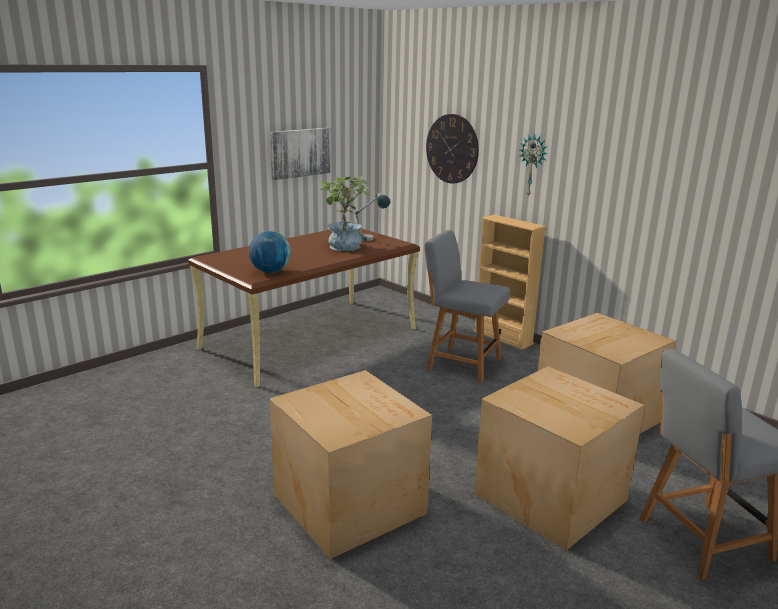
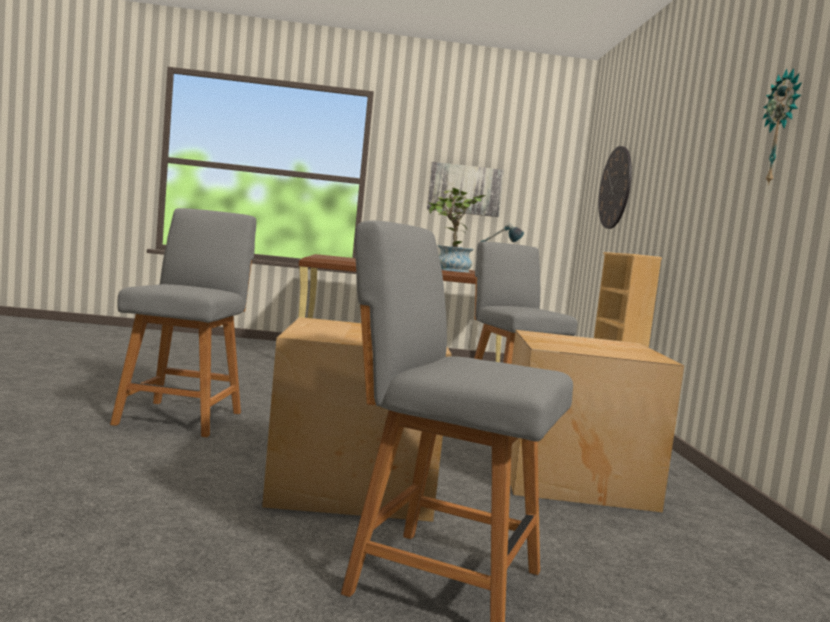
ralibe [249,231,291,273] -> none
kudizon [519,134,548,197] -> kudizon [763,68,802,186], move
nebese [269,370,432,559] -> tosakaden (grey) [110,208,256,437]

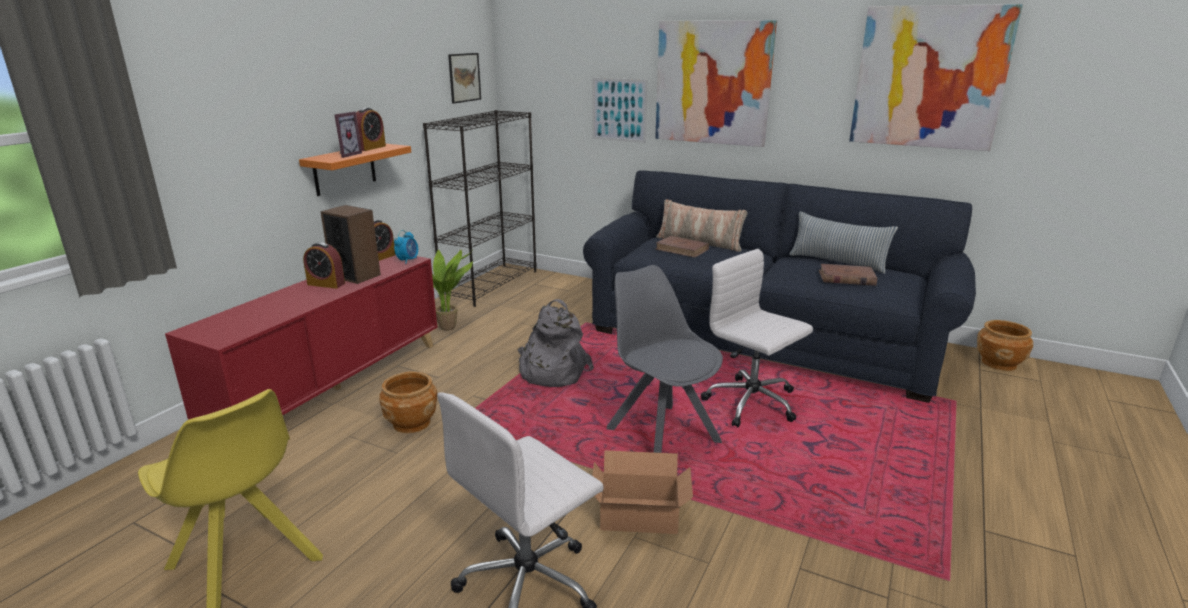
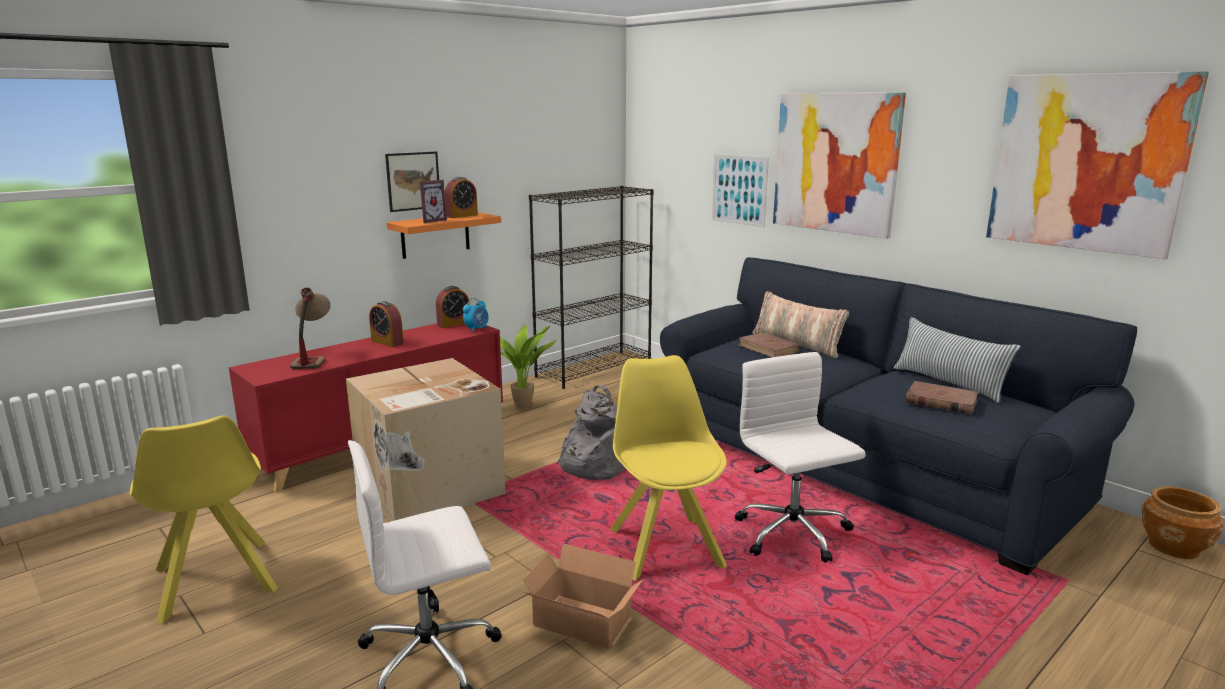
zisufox [320,205,381,284] -> none
none -> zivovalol [290,287,330,369]
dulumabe [448,53,481,104] -> dulumabe [385,152,439,212], move
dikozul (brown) [379,371,437,433] -> nebese [346,358,505,522]
tosakaden (grey) [607,265,723,453] -> tosakaden (yellow) [610,355,727,581]

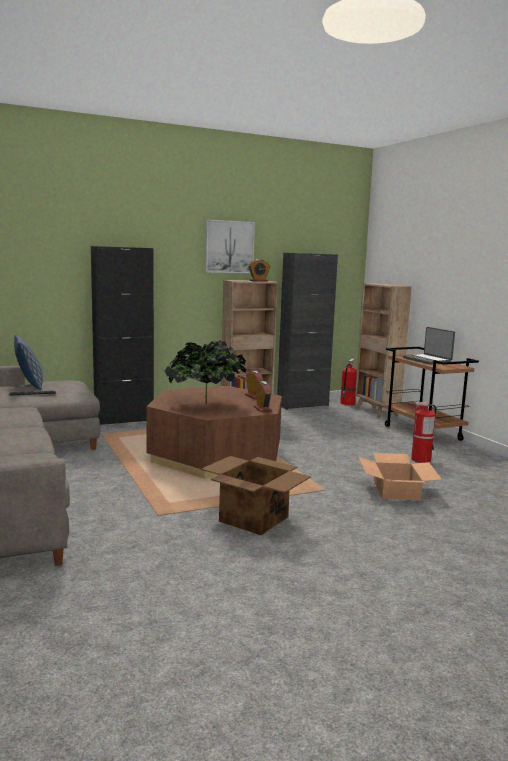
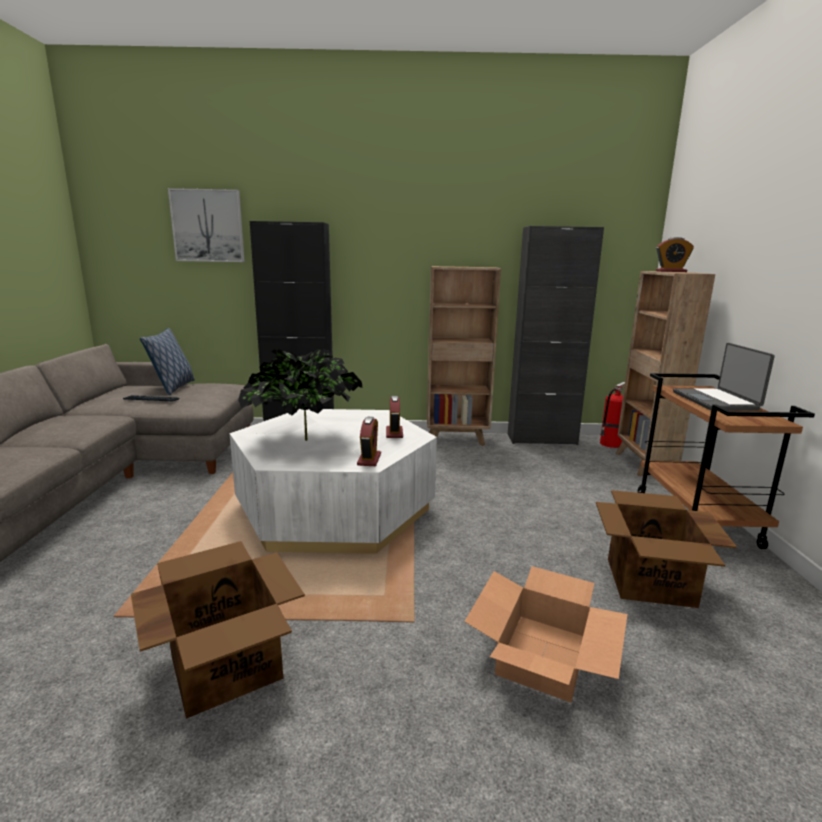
dulumabe [205,219,255,273] -> dulumabe [168,188,245,262], move
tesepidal [248,259,270,282] -> tesepidal [656,237,694,272], move
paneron [411,401,436,463] -> nebese [596,490,737,608]
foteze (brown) [146,386,282,478] -> foteze (white) [230,409,437,554]

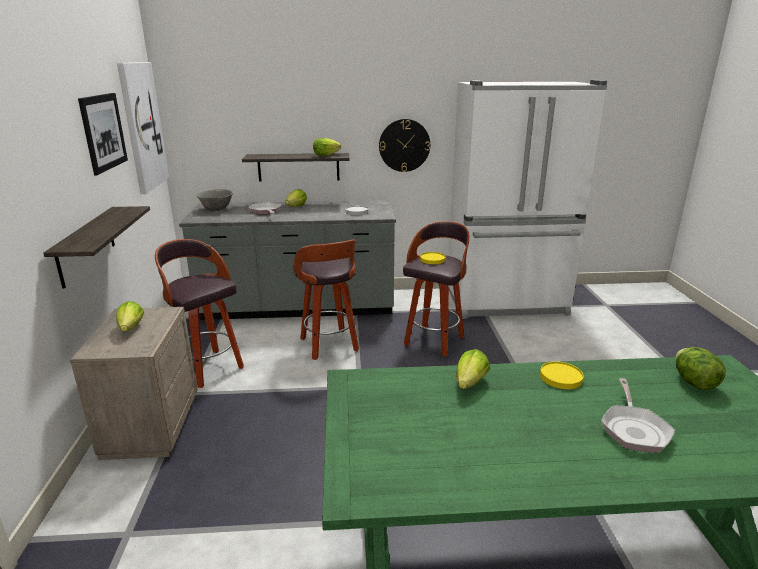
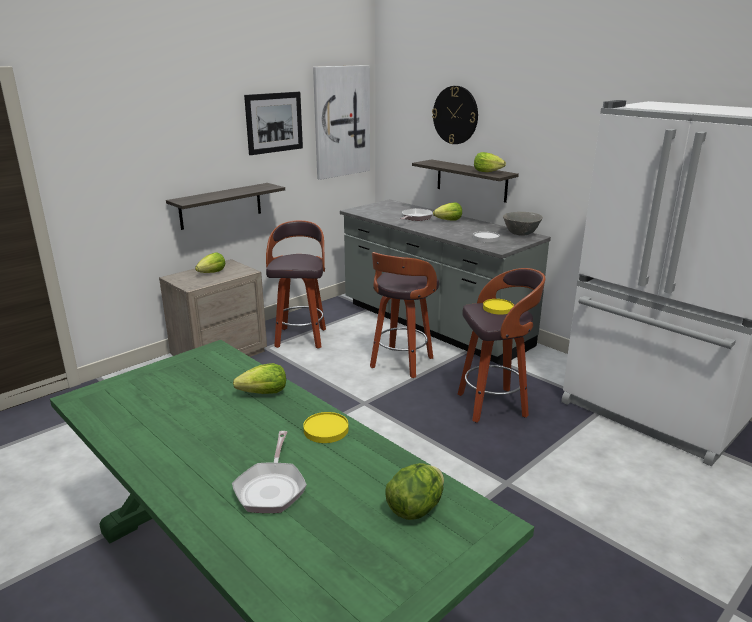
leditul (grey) [197,189,233,211] -> leditul (grey) [503,212,543,236], move
kudizon [379,119,430,172] -> kudizon [432,86,478,144], move
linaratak [601,378,675,453] -> linaratak [232,431,307,513], 60 degrees counterclockwise

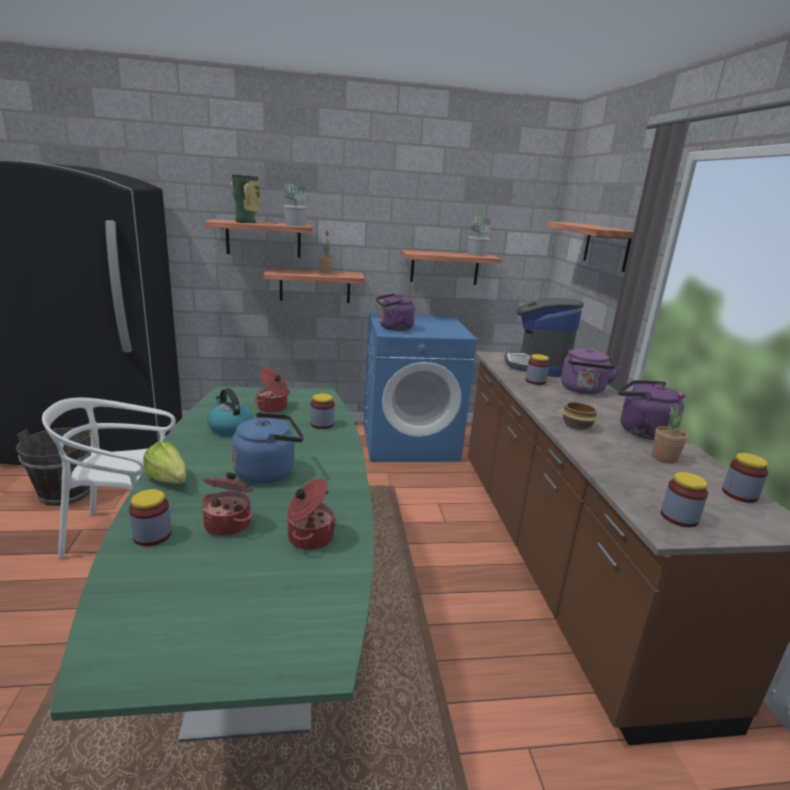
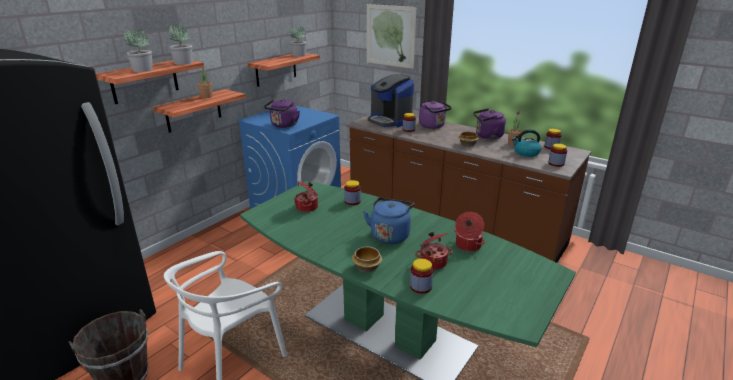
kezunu [207,388,253,436] -> kezunu [512,129,541,157], move
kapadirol [143,441,186,484] -> leditul [352,246,382,273]
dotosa [230,175,261,223] -> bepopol [124,27,153,72]
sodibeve [547,221,634,272] -> dulumabe [367,4,416,69]

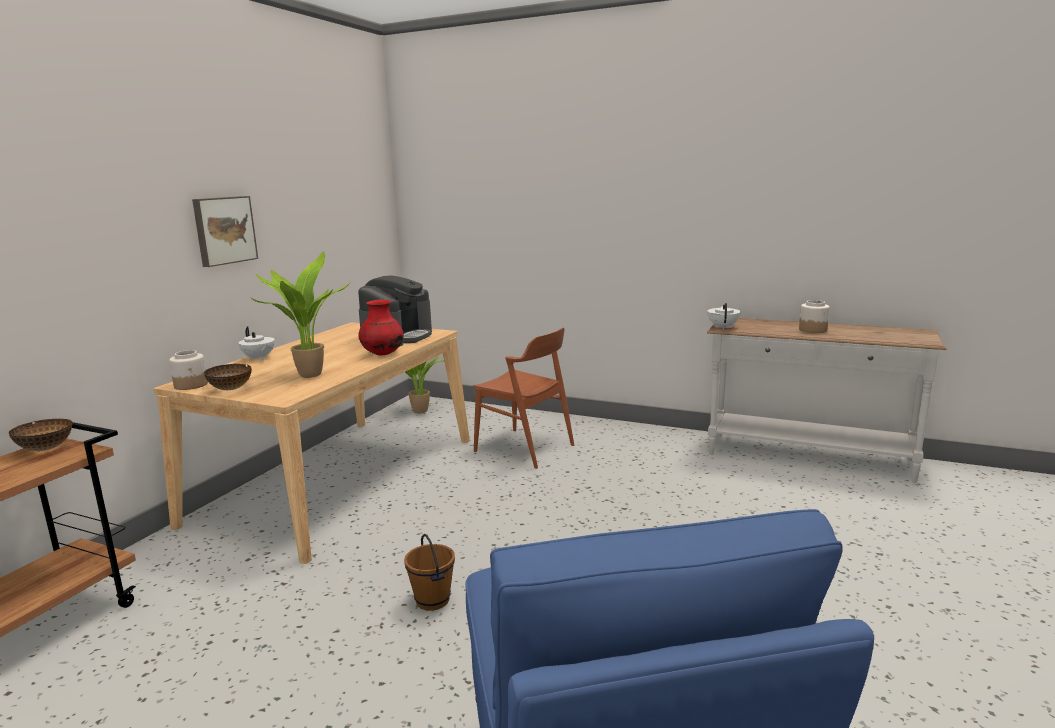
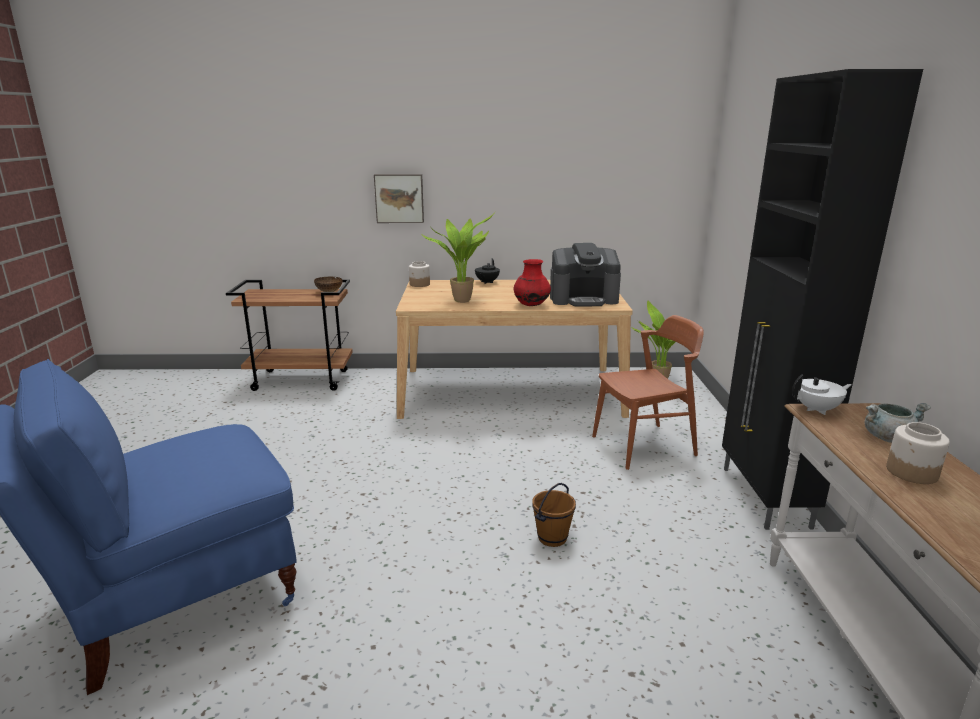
leditul [204,364,252,390] -> none
none -> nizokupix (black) [722,69,923,530]
none -> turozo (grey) [865,403,931,443]
dulumabe [192,196,258,267] -> dulumabe [374,174,424,223], move
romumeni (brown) [404,534,455,611] -> romumeni (brown) [532,483,576,547], move
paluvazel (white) [238,327,275,360] -> paluvazel (black) [475,258,500,284]
tosakaden (brown) [473,328,574,469] -> tosakaden (brown) [592,315,704,470], 120 degrees counterclockwise

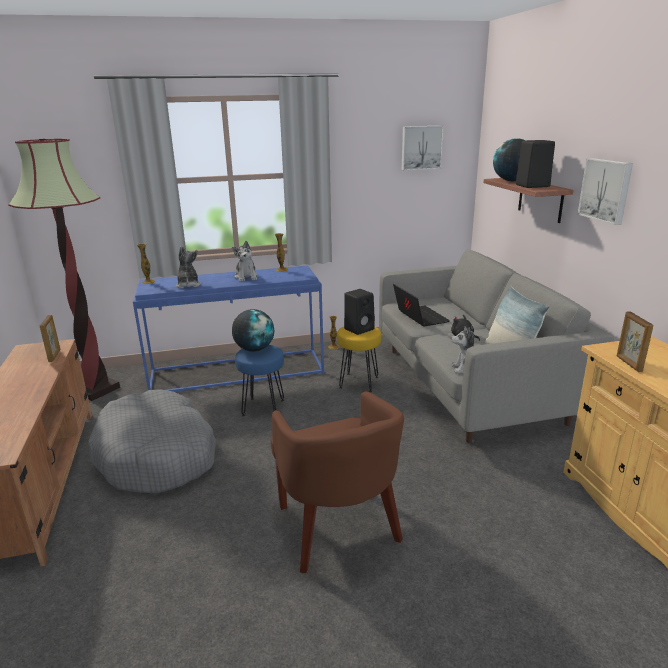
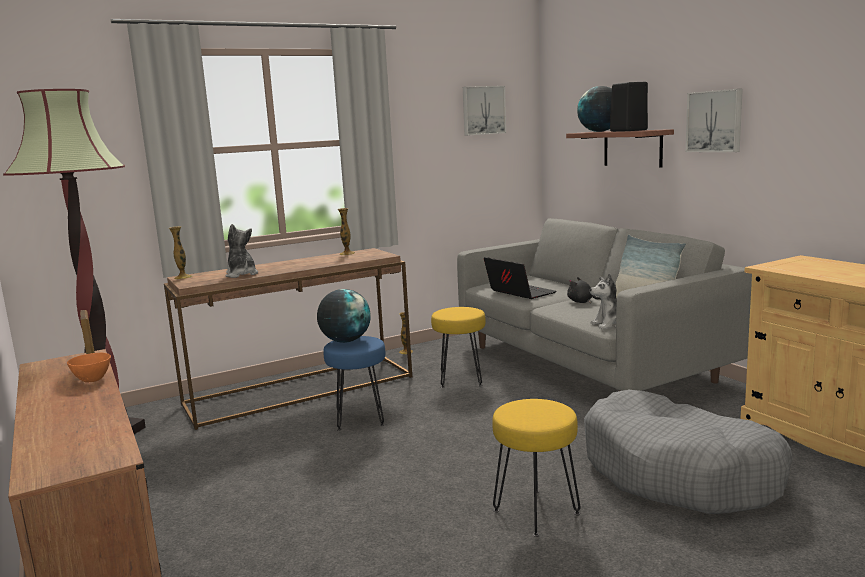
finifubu [232,241,258,282] -> none
zisufox (black) [344,289,375,335] -> none
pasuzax [617,311,653,372] -> none
none -> leditul (orange) [67,353,111,383]
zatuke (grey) [88,389,216,493] -> zatuke (grey) [584,390,793,514], move
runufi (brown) [271,391,404,573] -> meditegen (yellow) [492,399,580,537]
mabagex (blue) [133,265,324,392] -> mabagex (brown) [164,248,412,430]

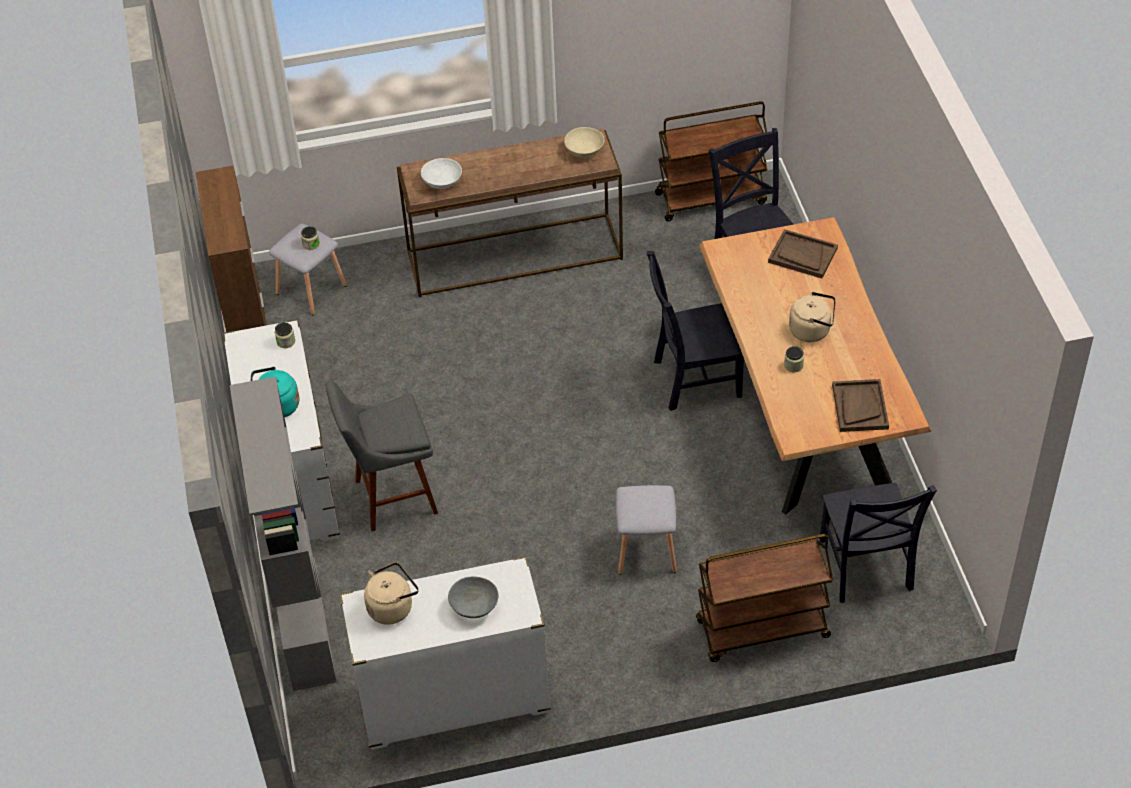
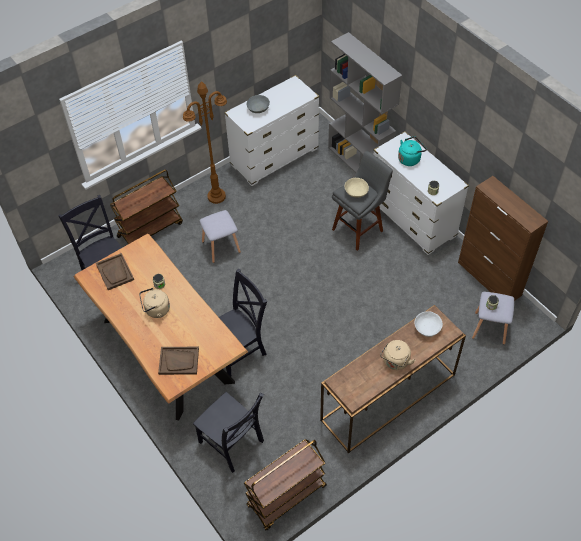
none -> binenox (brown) [183,81,227,204]
kezunu (beige) [364,562,419,625] -> kezunu (beige) [380,340,415,370], move
leditul (beige) [564,127,604,158] -> leditul (beige) [344,178,369,198], move

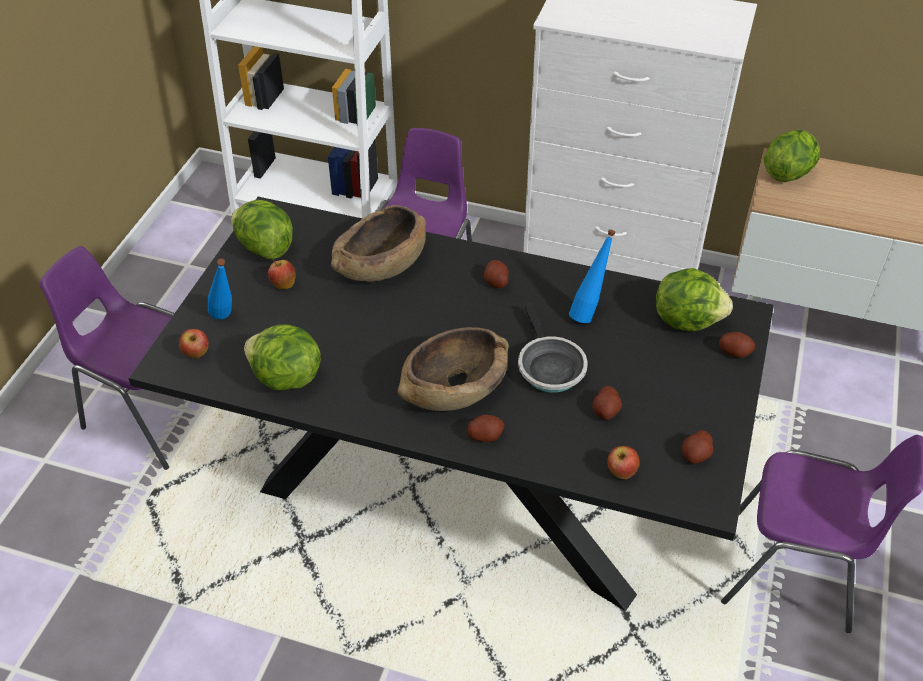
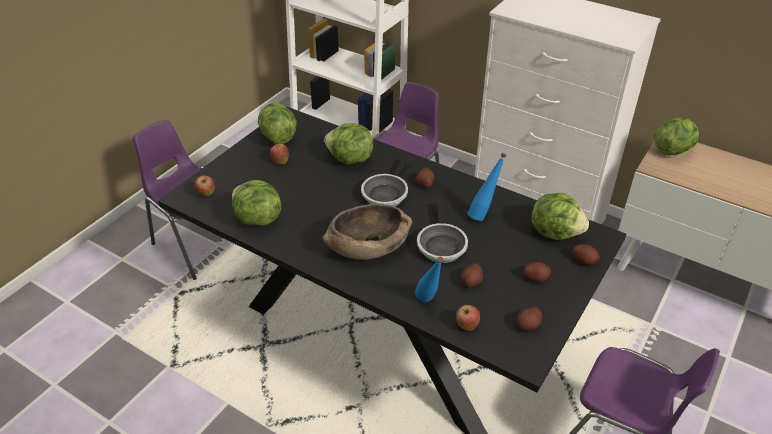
none -> linaratak [361,156,409,207]
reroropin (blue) [208,259,232,319] -> reroropin (blue) [415,257,444,302], move
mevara [467,415,505,442] -> mevara [523,262,551,282], move
leditul (brown) [331,205,426,282] -> kapadirol [324,123,374,165]

